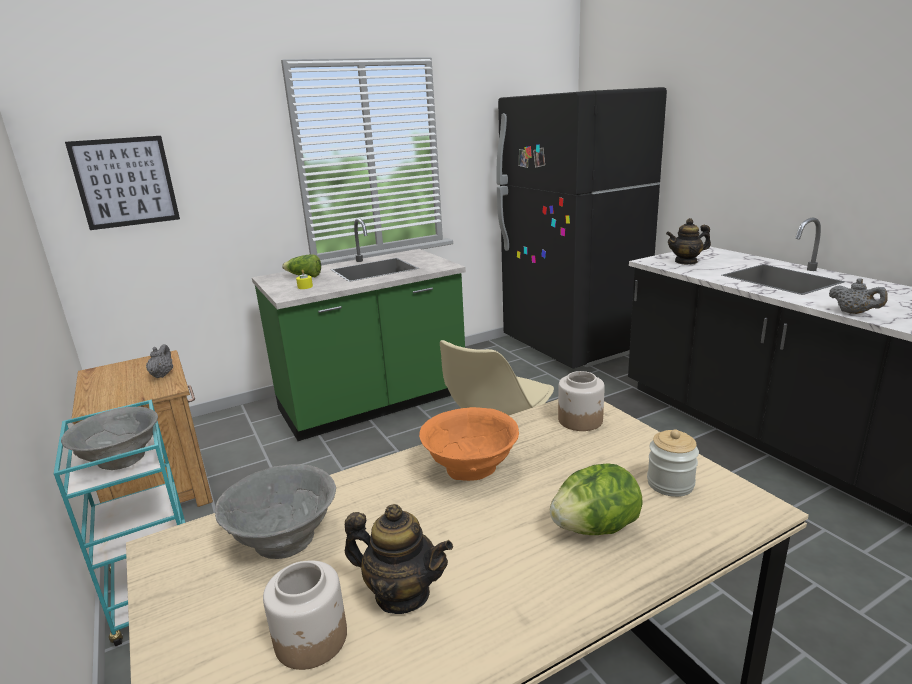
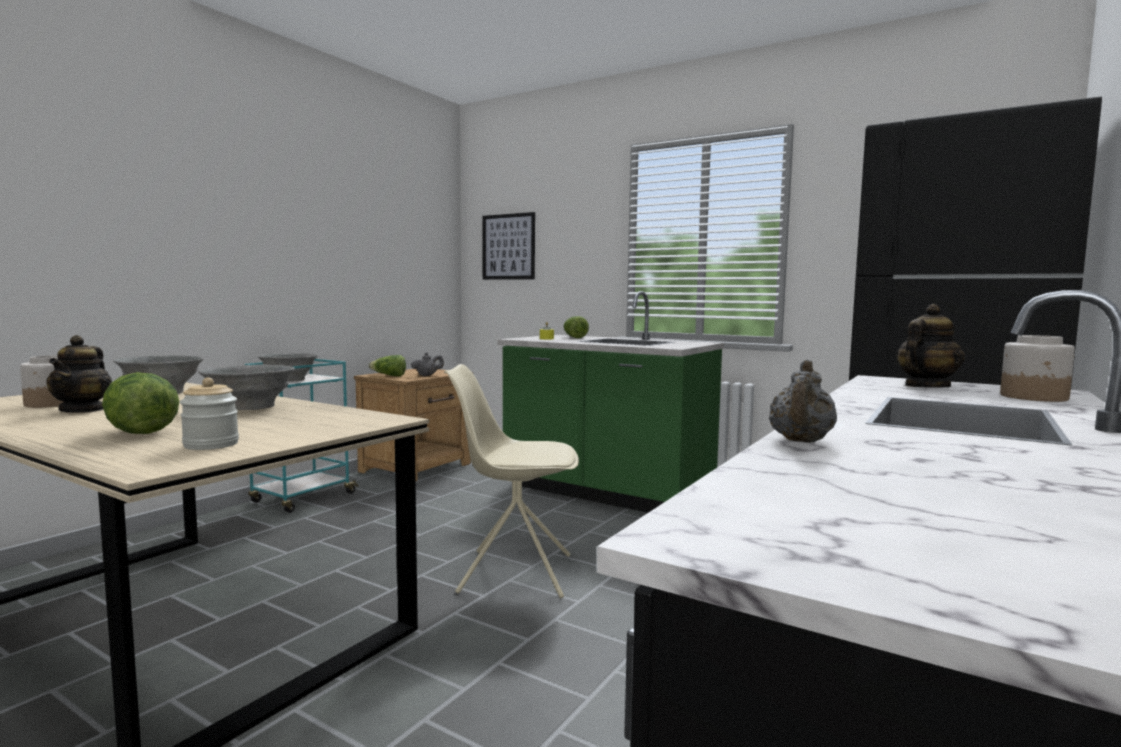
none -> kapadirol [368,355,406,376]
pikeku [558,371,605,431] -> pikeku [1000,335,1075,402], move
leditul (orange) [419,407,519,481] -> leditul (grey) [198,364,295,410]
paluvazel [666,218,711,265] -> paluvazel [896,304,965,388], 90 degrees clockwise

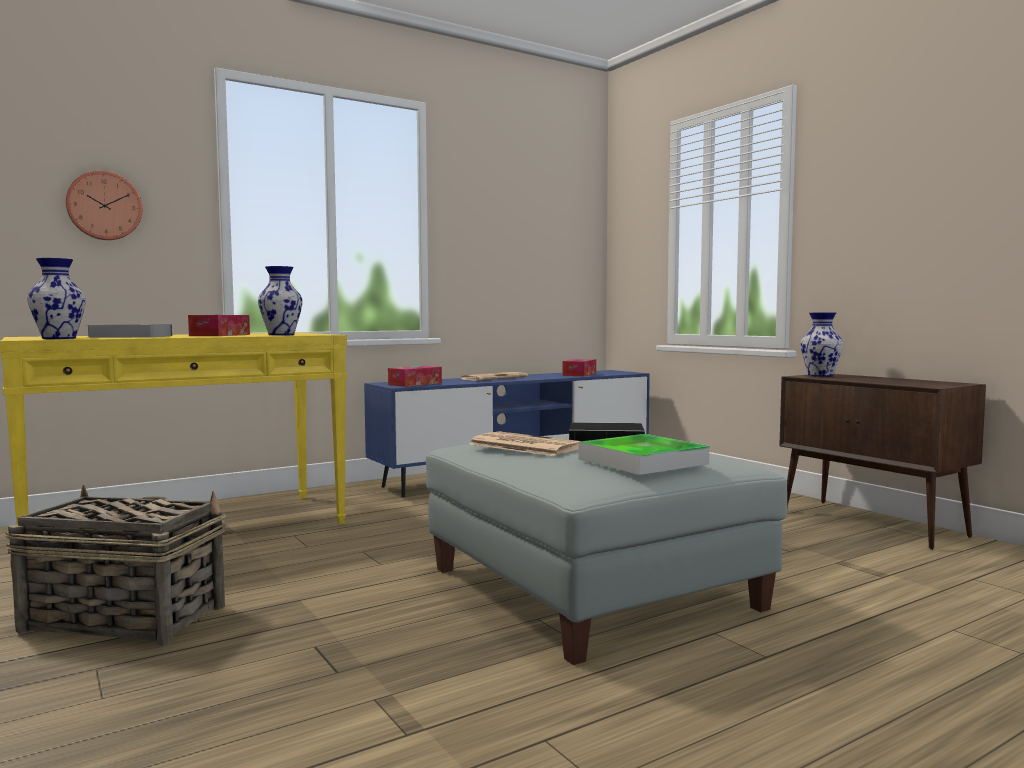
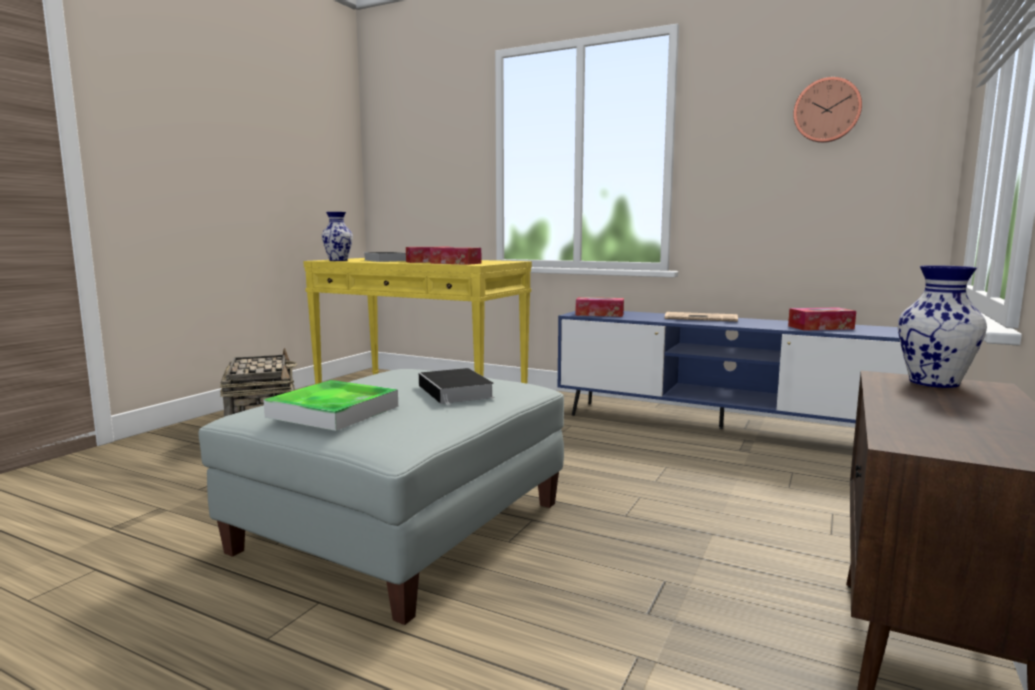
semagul [469,431,580,456] -> none
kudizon [66,171,142,240] -> kudizon [793,77,862,143], move
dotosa [258,266,303,335] -> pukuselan [430,247,481,265]

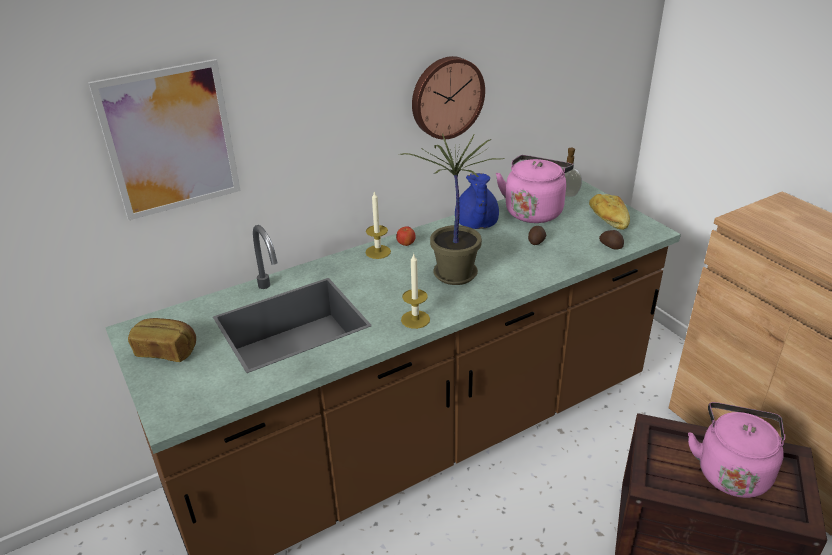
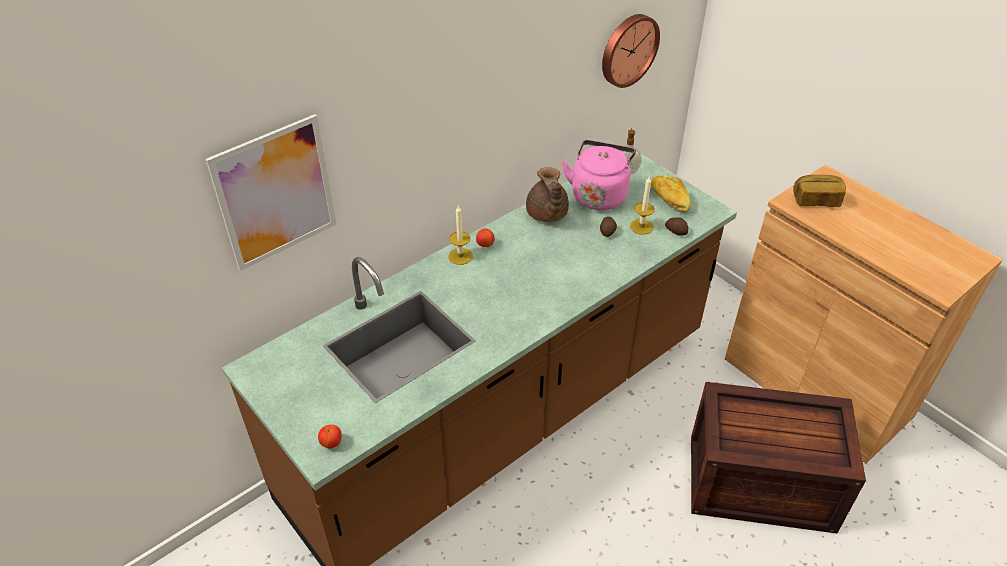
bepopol [398,133,504,285] -> none
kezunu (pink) [688,402,785,498] -> none
none -> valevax [318,425,342,449]
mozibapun [128,318,196,362] -> mozibapun [793,175,846,207], move
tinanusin [401,254,430,329] -> tinanusin [630,177,655,235], move
kudizon [412,56,485,139] -> kudizon [602,14,660,88], move
paluvazel (blue) [455,173,499,229] -> paluvazel (brown) [526,167,569,222]

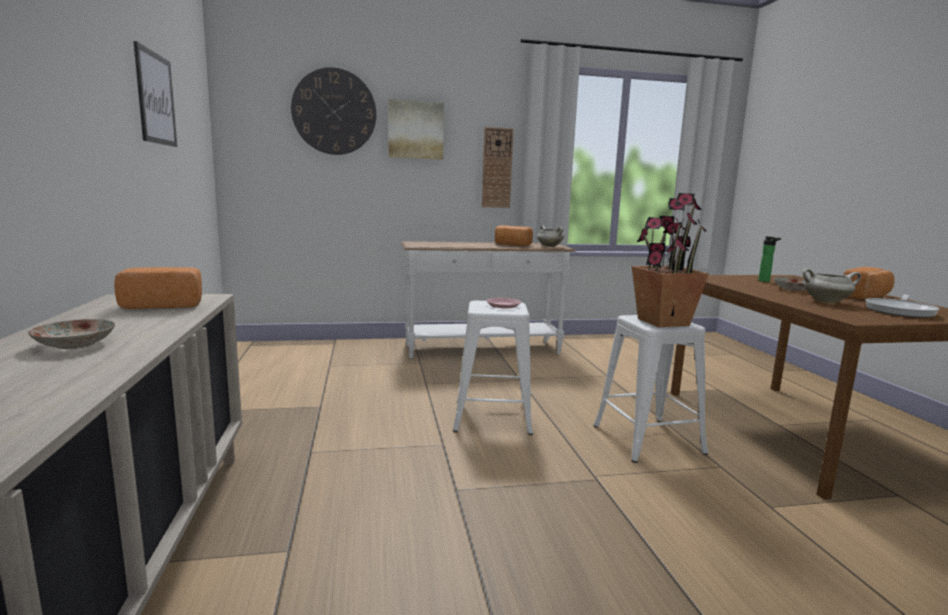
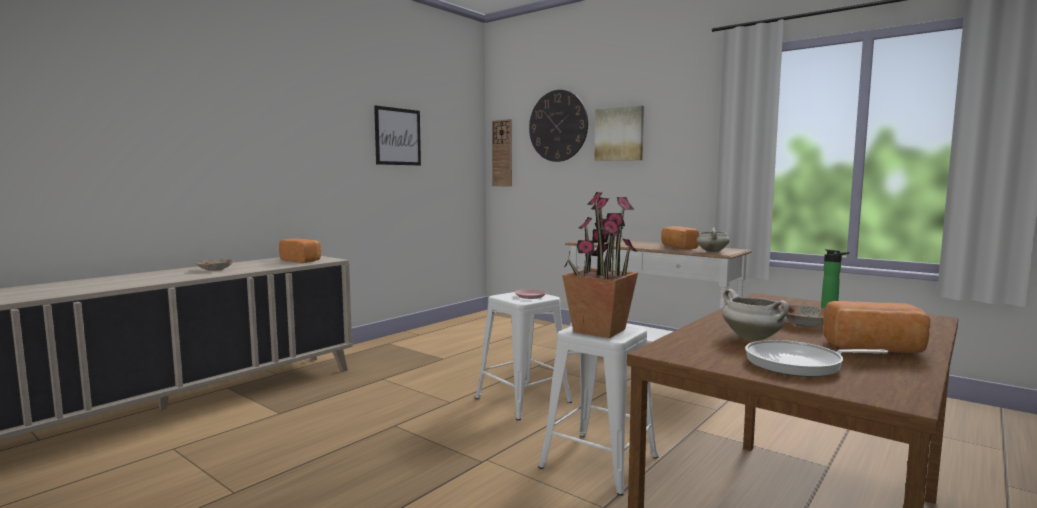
kudizon [482,127,513,208] -> kudizon [492,119,512,186], move

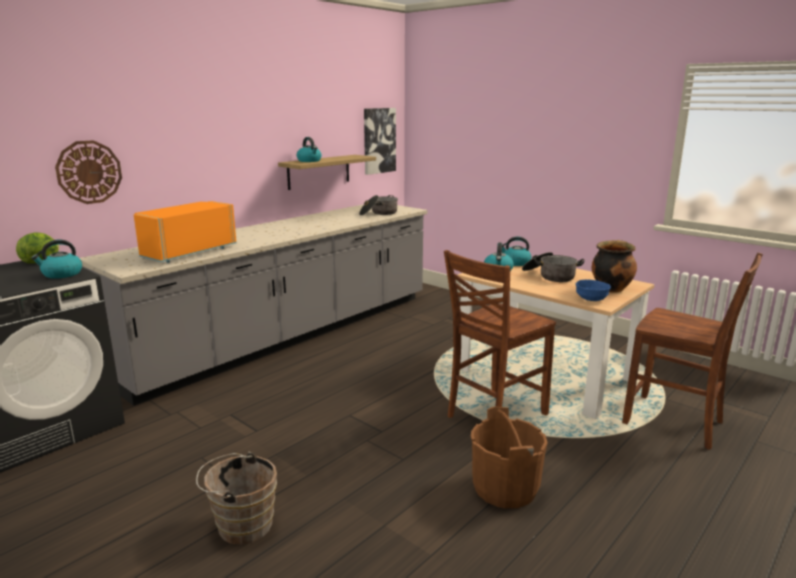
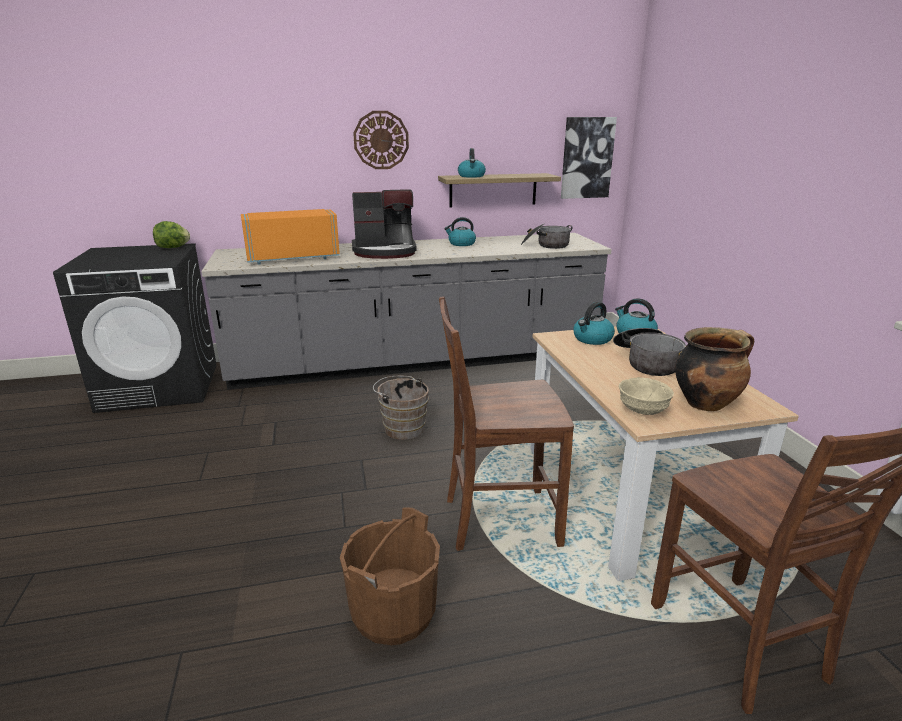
none -> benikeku [352,189,417,259]
kezunu [31,239,82,279] -> kezunu [444,217,476,246], move
kudizon [55,140,122,204] -> kudizon [353,111,409,169], move
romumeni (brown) [196,452,277,544] -> romumeni (brown) [373,376,429,440], move
leditul (blue) [575,280,611,301] -> leditul (beige) [619,377,674,415]

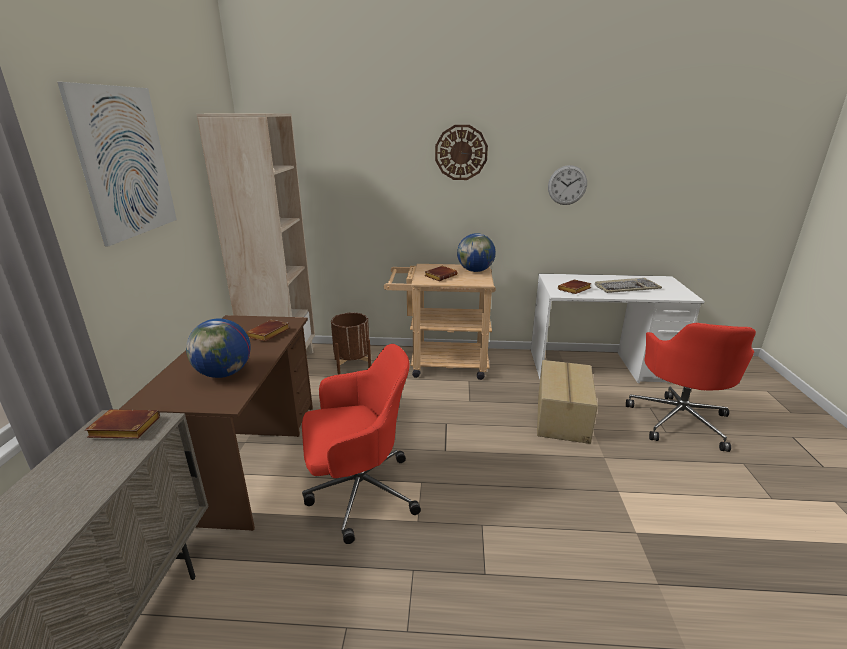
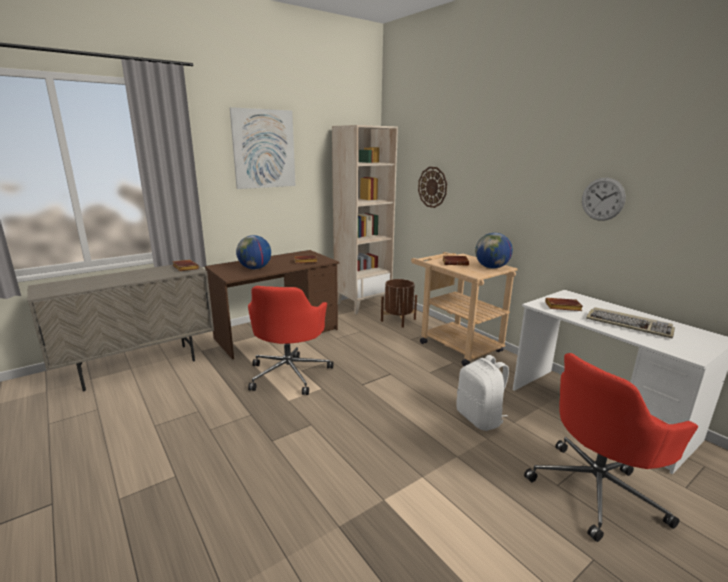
kudizon [435,125,488,180] -> kudizon [418,167,447,208], move
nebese [537,360,598,444] -> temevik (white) [456,355,509,431]
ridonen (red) [302,344,421,544] -> ridonen (red) [248,286,333,395], 60 degrees clockwise

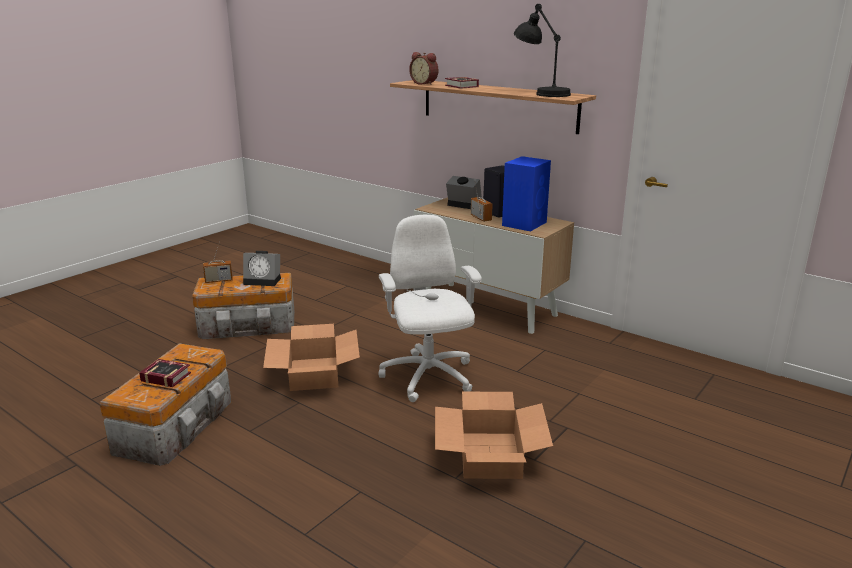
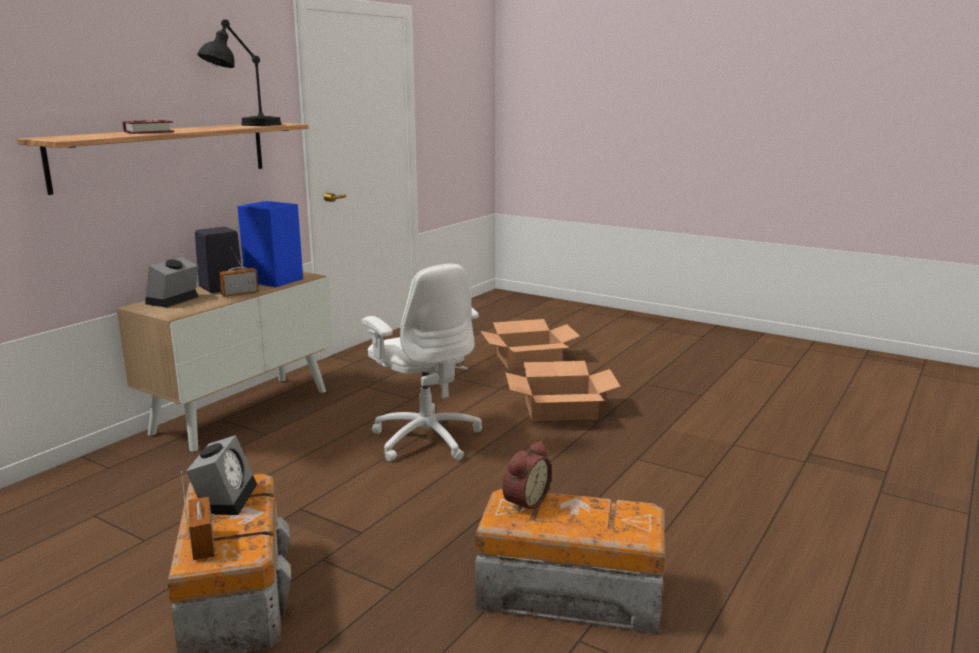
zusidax [139,359,191,387] -> none
nebese [263,324,360,391] -> nebese [480,319,580,370], move
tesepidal [409,52,438,85] -> tesepidal [502,441,552,514], move
ridonen (white) [378,215,482,402] -> ridonen (white) [362,264,482,462], 105 degrees counterclockwise

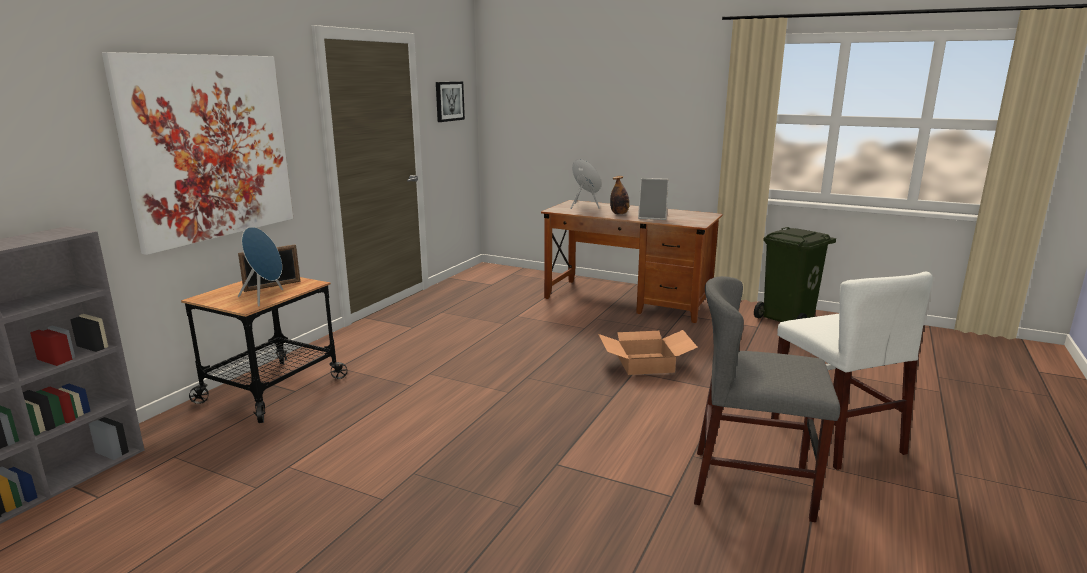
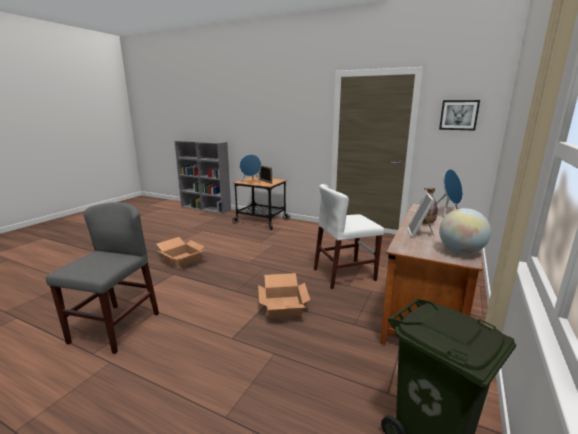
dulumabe [102,52,293,255] -> none
none -> nebese [156,237,205,269]
none -> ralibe [439,208,491,254]
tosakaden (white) [771,272,933,470] -> tosakaden (white) [314,184,384,289], move

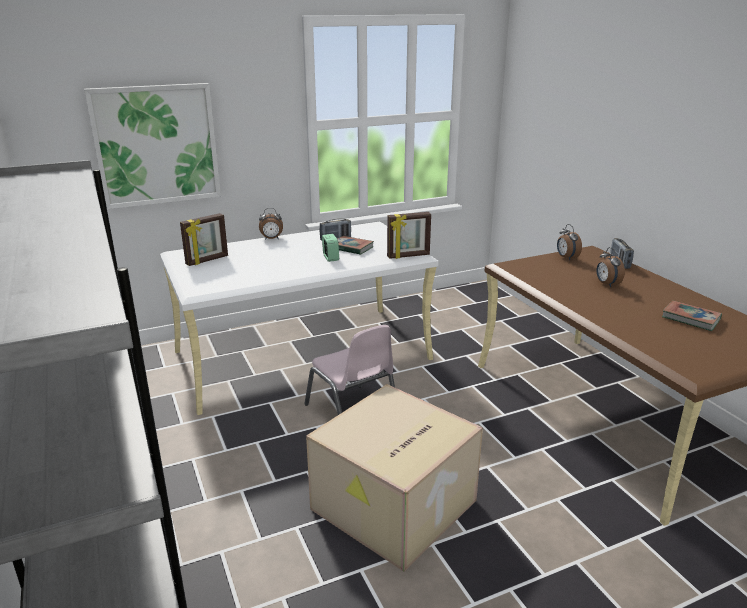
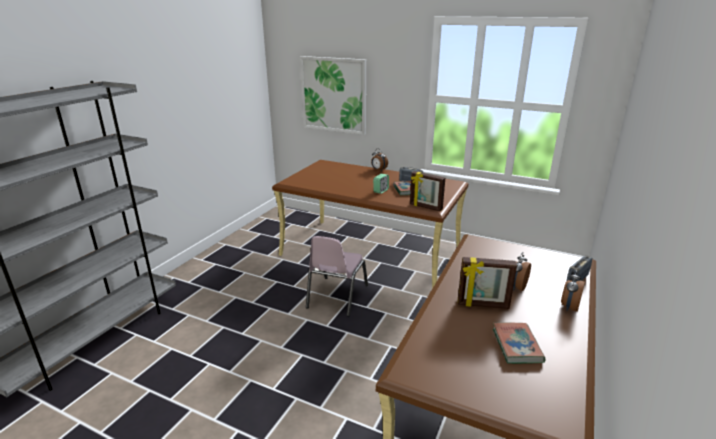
nebese [306,384,483,571] -> none
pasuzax [180,213,228,266] -> pasuzax [458,257,517,309], move
tesepidal [557,224,582,260] -> tesepidal [561,270,585,312], move
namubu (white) [160,222,439,415] -> namubu (brown) [272,160,469,289]

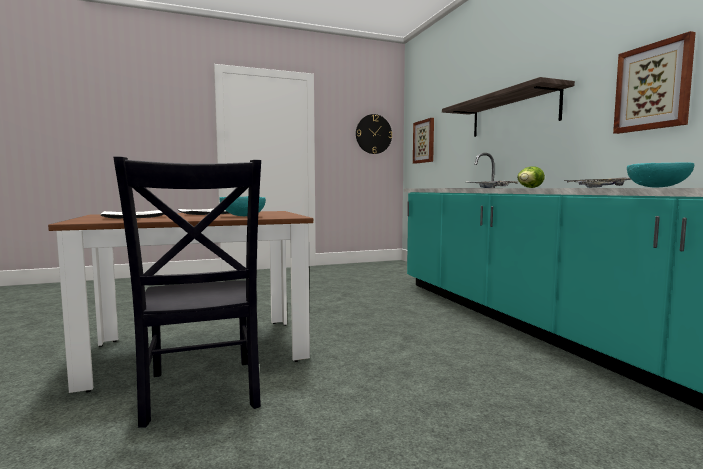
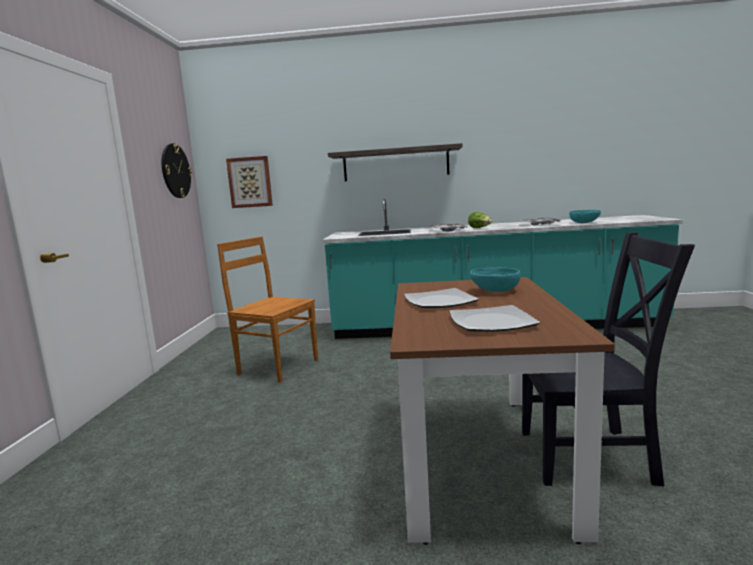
dulumabe [613,31,696,134] -> none
none -> tosakaden (brown) [217,236,318,383]

